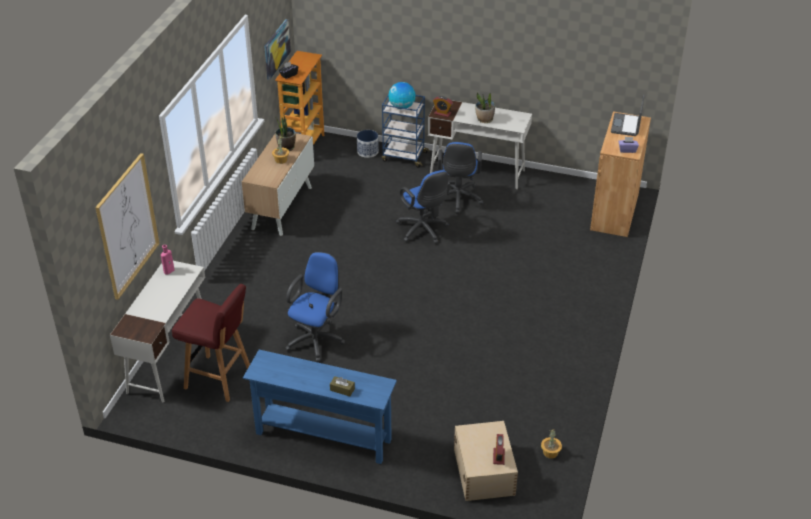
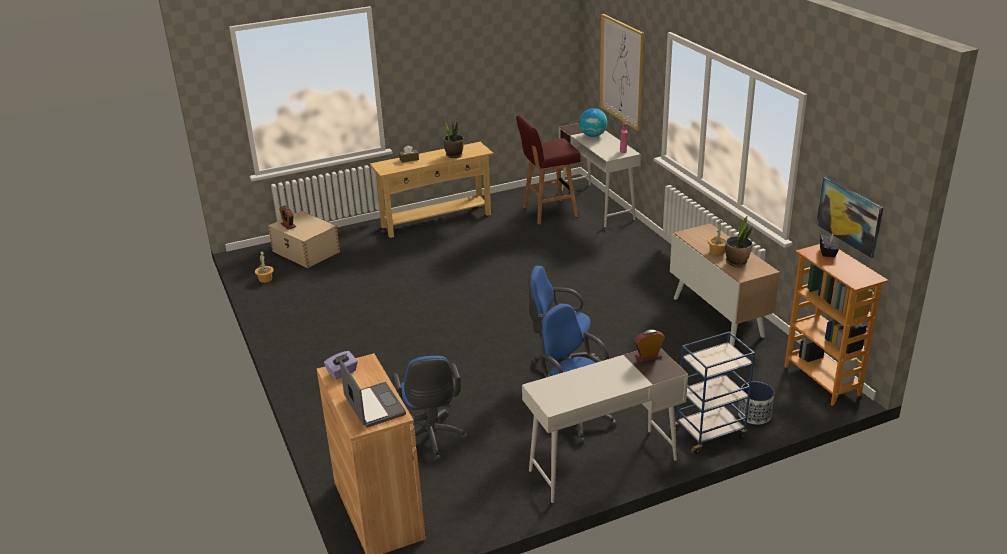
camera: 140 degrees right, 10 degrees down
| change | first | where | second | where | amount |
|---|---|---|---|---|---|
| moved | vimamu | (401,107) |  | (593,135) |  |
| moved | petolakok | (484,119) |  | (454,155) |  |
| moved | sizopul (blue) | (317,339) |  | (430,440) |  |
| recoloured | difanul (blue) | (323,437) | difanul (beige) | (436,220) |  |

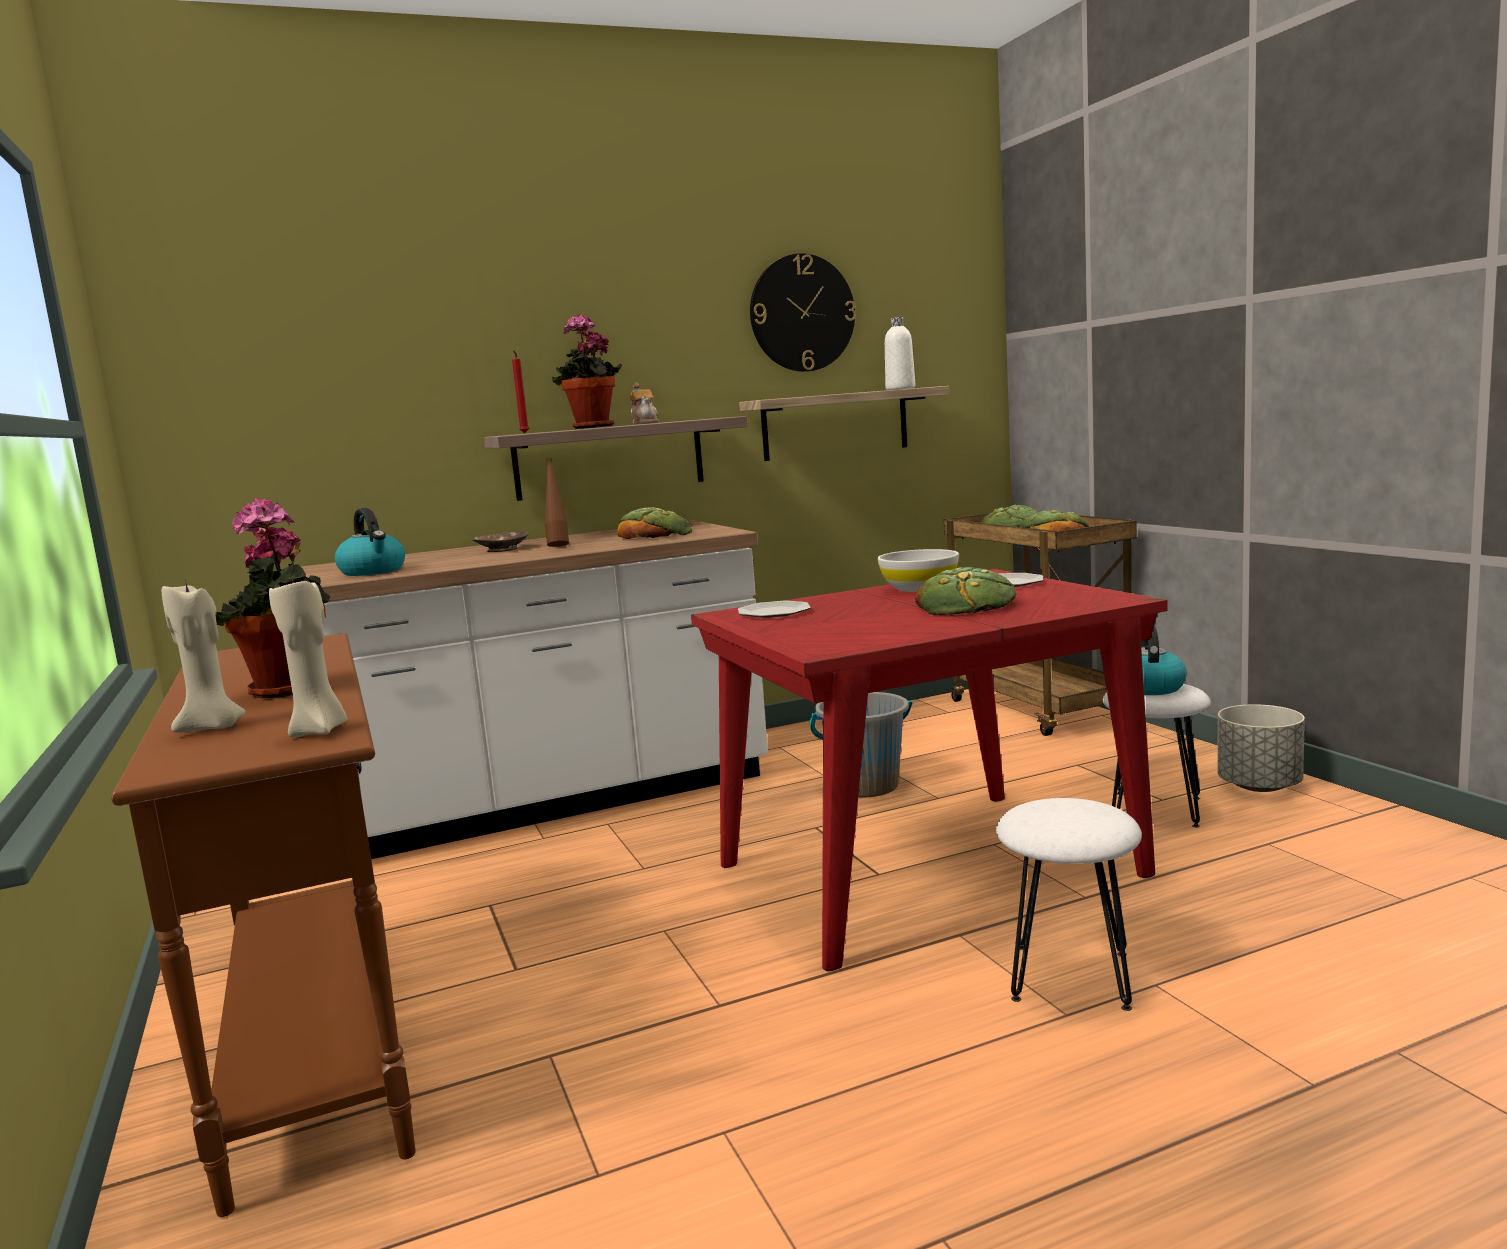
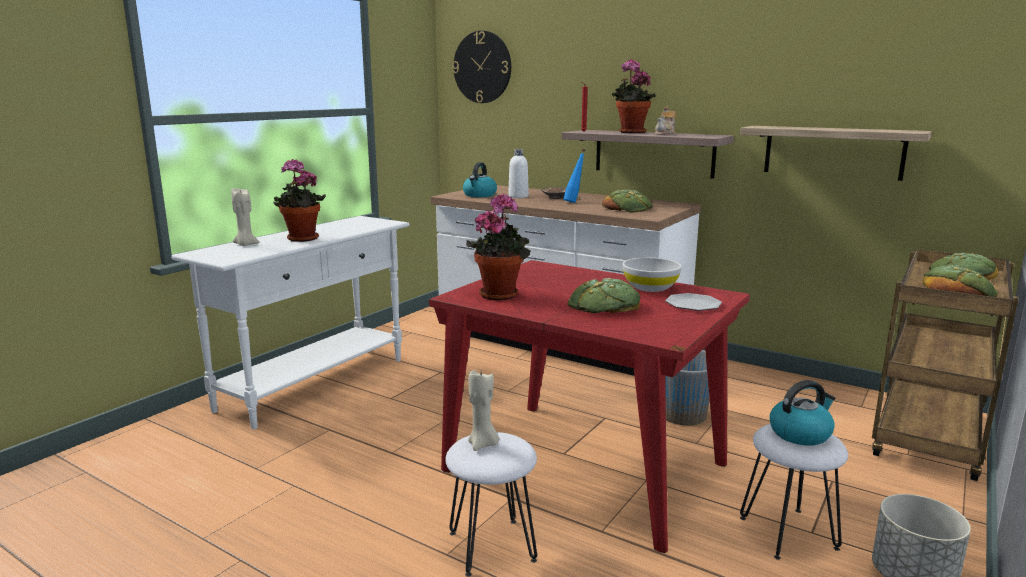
camera: 55 degrees right, 5 degrees up
| change | first | where | second | where | amount |
|---|---|---|---|---|---|
| moved | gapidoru | (802,313) |  | (482,67) |  |
| moved | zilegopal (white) | (900,389) |  | (518,196) |  |
| recoloured | zilegopal (brown) | (558,546) | zilegopal (blue) | (574,202) |  |
| moved | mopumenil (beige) | (320,731) |  | (483,444) |  |
| removed | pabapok | (774,612) |  |  |  |
| recoloured | difanul (brown) | (318,1041) | difanul (white) | (315,384) |  |
| added |  |  | petolakok | (500,294) |  |

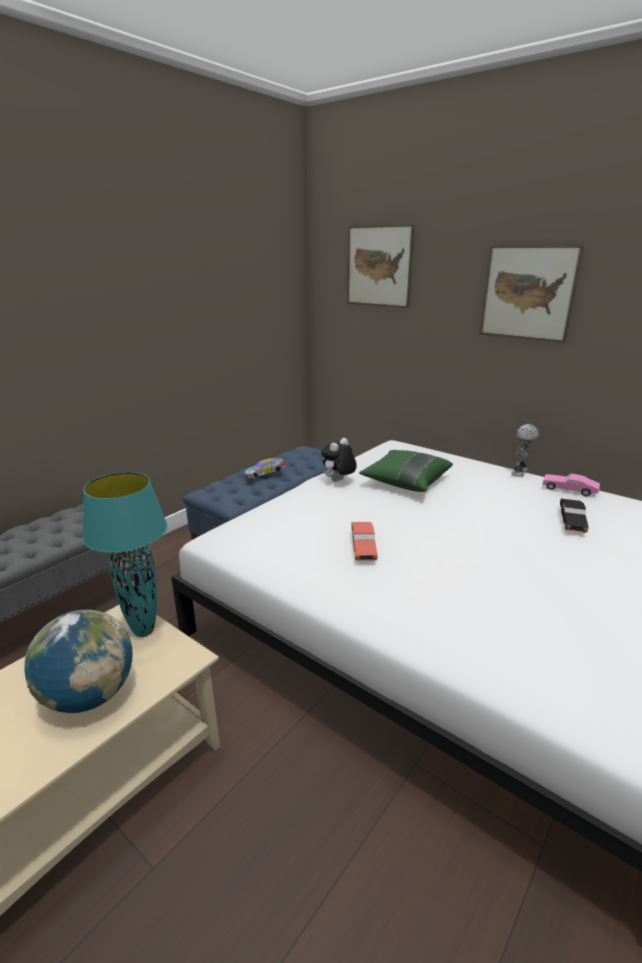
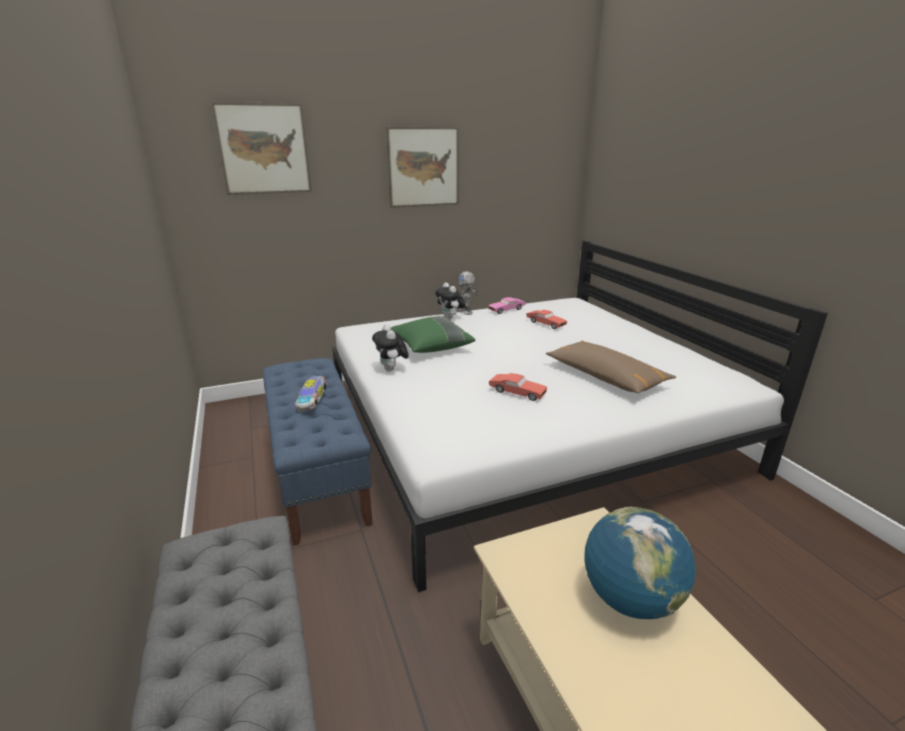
camera: 60 degrees left, 0 degrees up
| change | first | where | second | where | amount |
|---|---|---|---|---|---|
| removed | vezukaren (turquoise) | (143,631) |  |  |  |
| recoloured | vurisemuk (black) | (571,521) | vurisemuk (red) | (545,324) |  |
| added |  |  | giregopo | (450,318) |  |
| added |  |  | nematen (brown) | (605,376) |  |

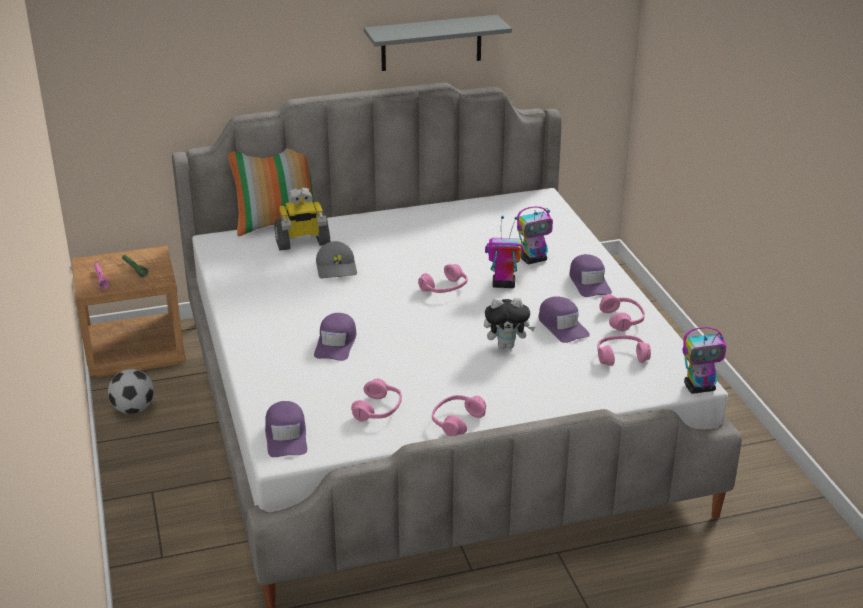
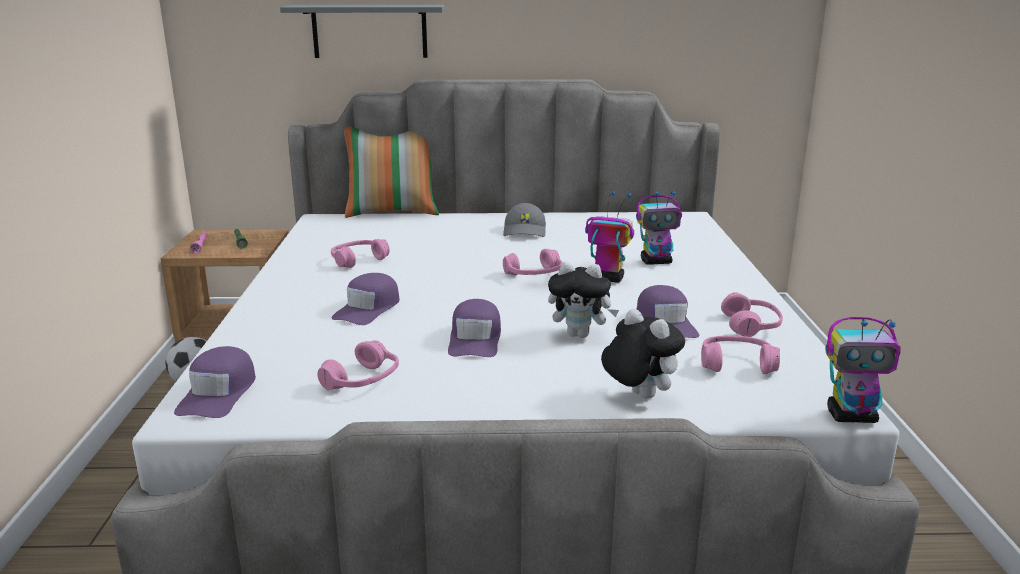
camera: 15 degrees right, 10 degrees down
| change | first | where | second | where | amount |
|---|---|---|---|---|---|
| moved | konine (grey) | (431,43) |  | (369,31) |  |
| removed | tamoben | (302,242) |  |  |  |
| moved | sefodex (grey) | (337,268) |  | (525,231) |  |
| moved | sefodex (purple) | (589,282) |  | (475,339) |  |
| moved | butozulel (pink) | (456,421) |  | (358,260) |  |
| added |  |  | giregopo | (638,395) |  |

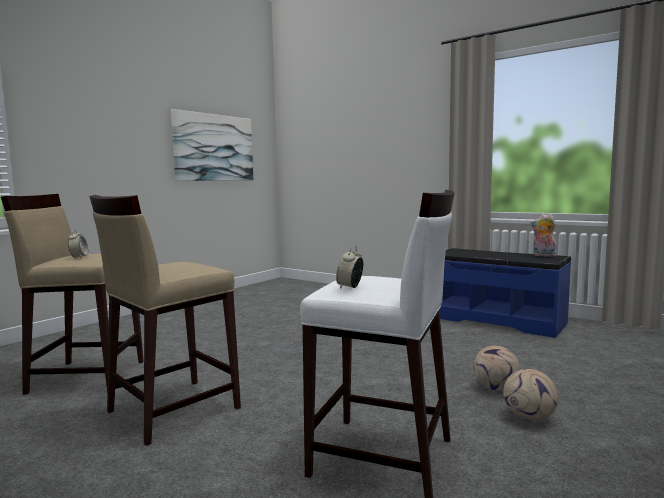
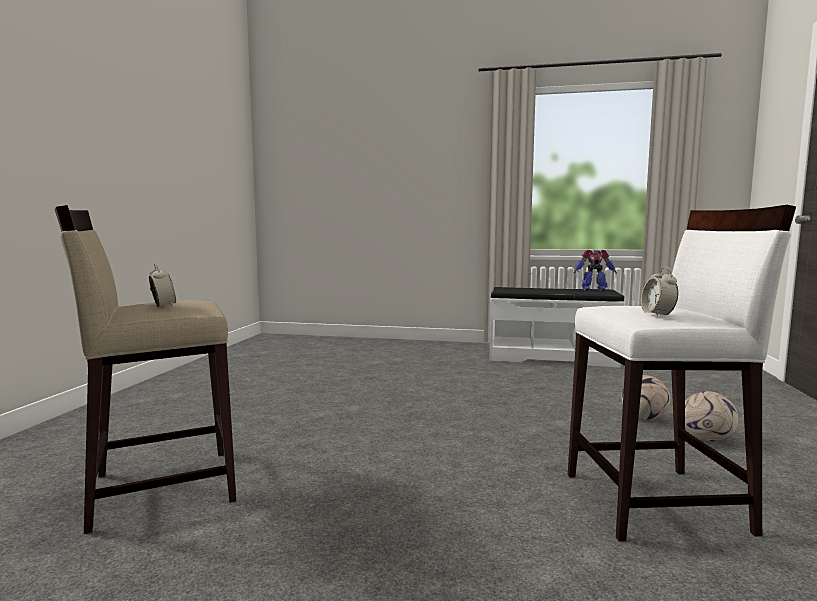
camera: 25 degrees left, 0 degrees up
| change | first | where | second | where | amount |
|---|---|---|---|---|---|
| removed | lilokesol | (214,147) |  |  |  |
| removed | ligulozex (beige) | (172,409) |  |  |  |
| replaced | giregopo | (543,255) | tamoben | (593,289) |  |
| recoloured | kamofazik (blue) | (497,320) | kamofazik (white) | (551,357) |  |

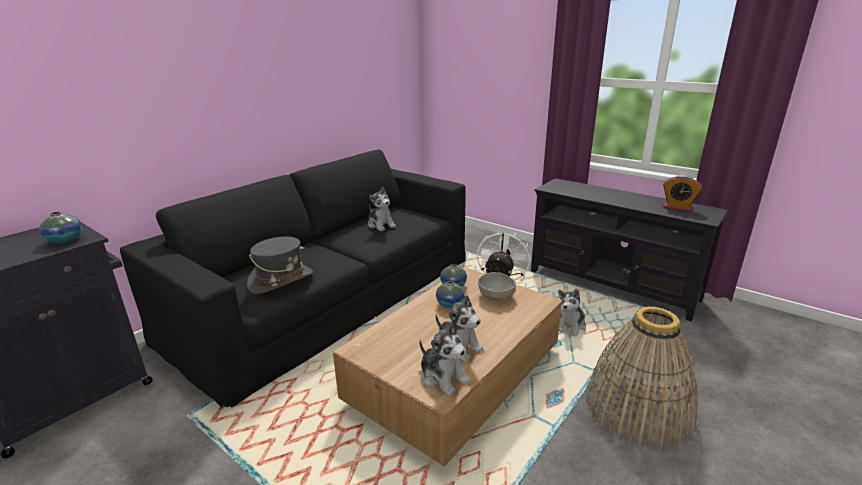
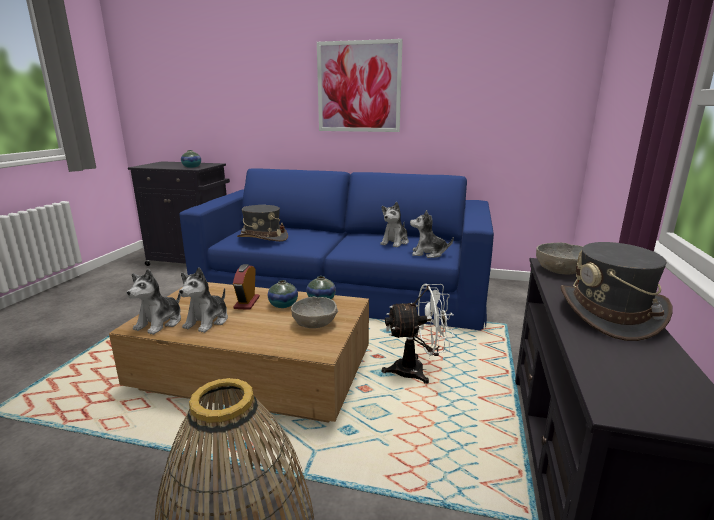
camera: 65 degrees right, 5 degrees down
| change | first | where | second | where | amount |
|---|---|---|---|---|---|
| recoloured | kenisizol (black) | (329,295) | kenisizol (blue) | (343,287) |  |
| moved | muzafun | (677,208) |  | (247,302) |  |
| moved | giregopo | (570,326) |  | (428,253) |  |
| added |  |  | lilokesol | (358,87) |  |
| added |  |  | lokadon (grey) | (560,271) |  |
| added |  |  | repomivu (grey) | (610,314) |  |

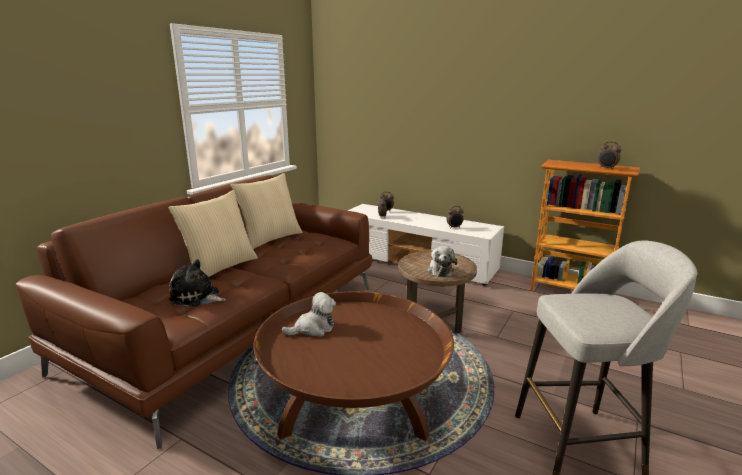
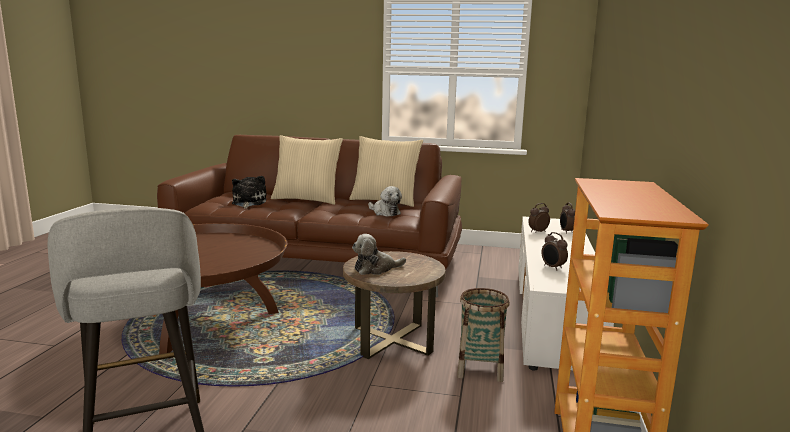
camera: 70 degrees right, 5 degrees down
| change | first | where | second | where | amount |
|---|---|---|---|---|---|
| removed | muzafun | (607,168) |  |  |  |
| moved | giregopo | (313,328) |  | (384,212) |  |
| added |  |  | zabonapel | (480,368) |  |

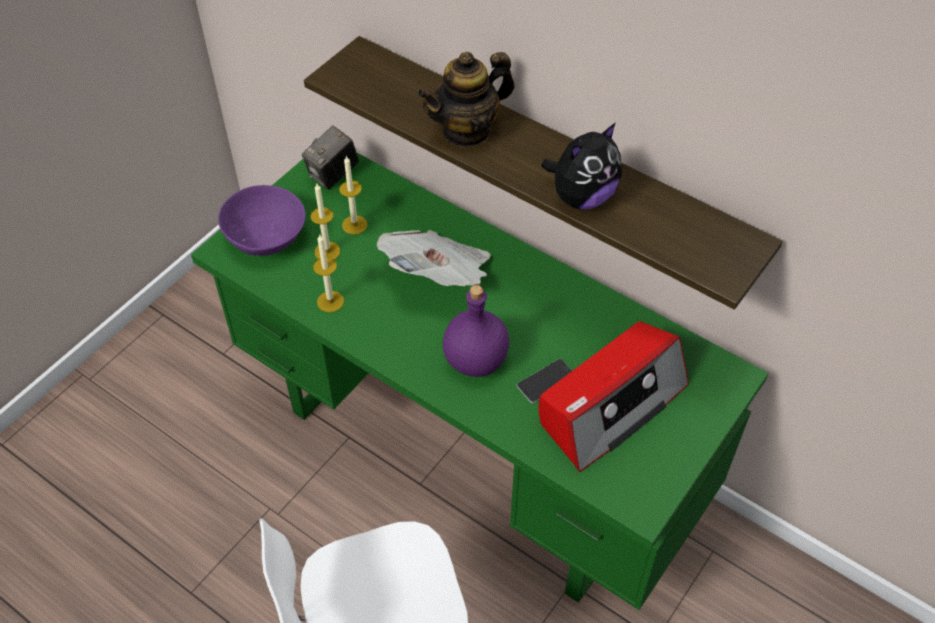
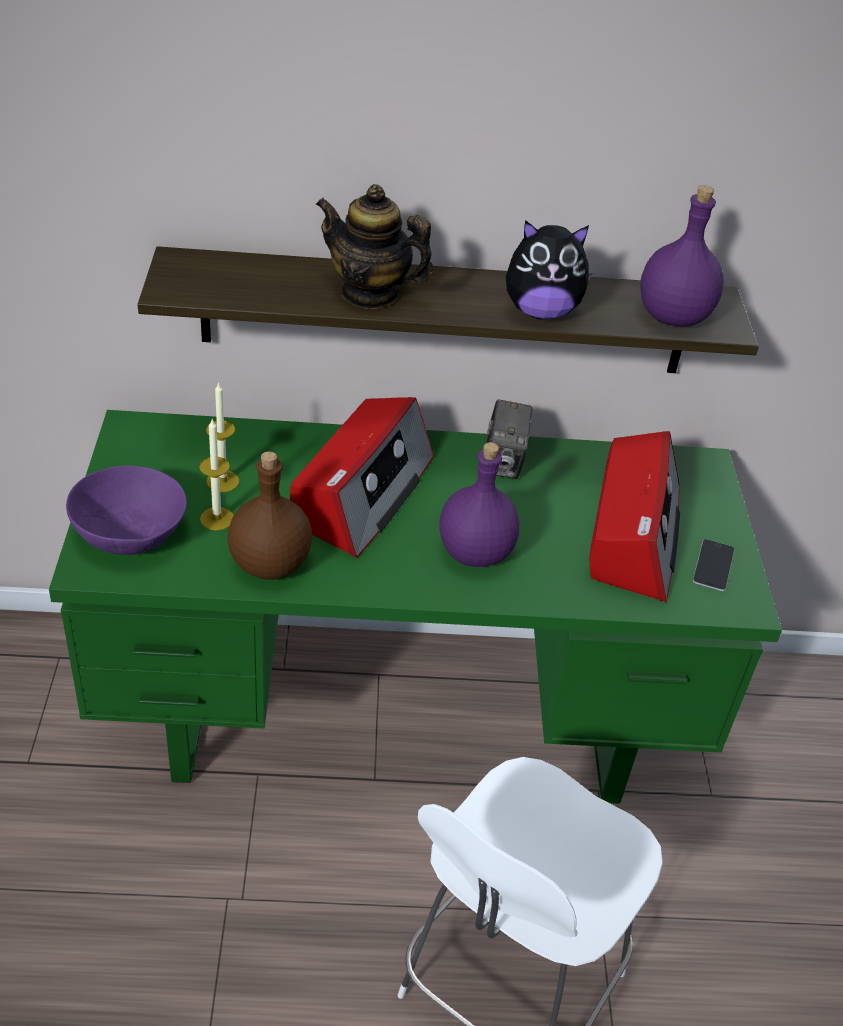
camera: 40 degrees left, 10 degrees down
| change | first | where | second | where | amount |
|---|---|---|---|---|---|
| turned | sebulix | (467,131) |  | (370,293) | 90 degrees clockwise |
| turned | giregopo | (582,197) |  | (541,311) | 75 degrees clockwise |
| moved | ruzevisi | (333,175) |  | (503,463) |  |
| replaced | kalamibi | (439,276) | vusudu | (362,492) |  |
| replaced | mopumenil | (330,301) | zilegopal (brown) | (268,565) |  |
| moved | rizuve | (546,381) |  | (713,565) |  |
| added |  |  | zilegopal (purple) | (672,317) |  |

